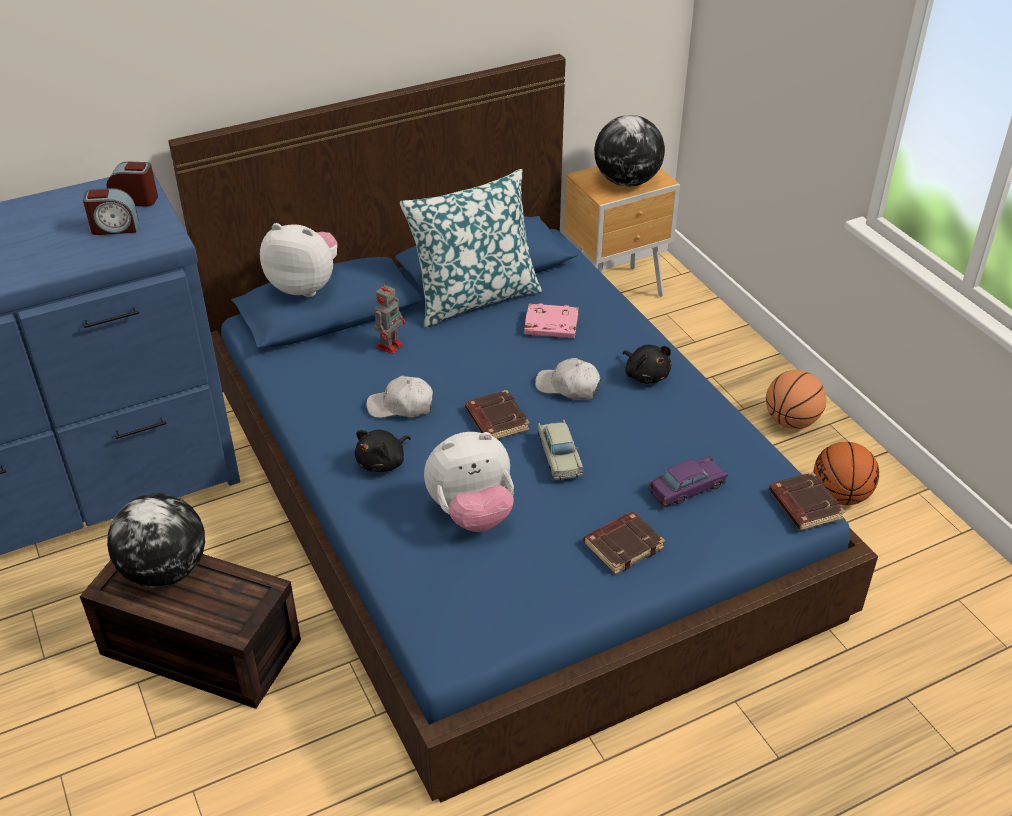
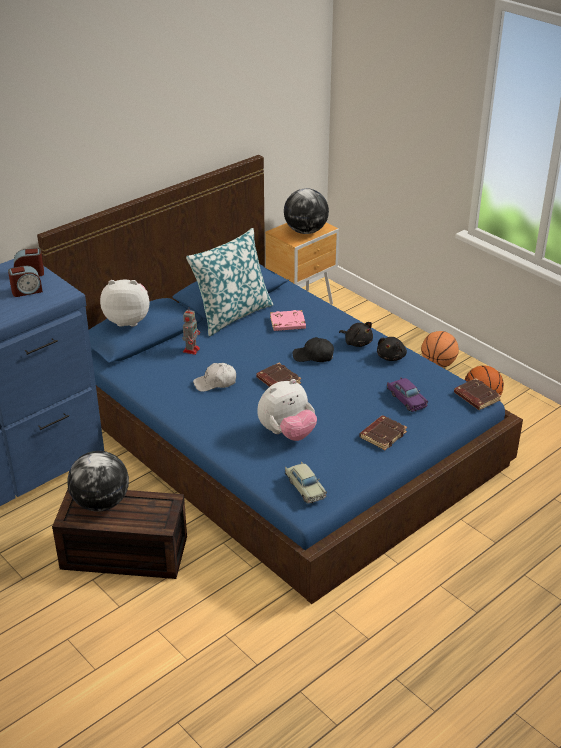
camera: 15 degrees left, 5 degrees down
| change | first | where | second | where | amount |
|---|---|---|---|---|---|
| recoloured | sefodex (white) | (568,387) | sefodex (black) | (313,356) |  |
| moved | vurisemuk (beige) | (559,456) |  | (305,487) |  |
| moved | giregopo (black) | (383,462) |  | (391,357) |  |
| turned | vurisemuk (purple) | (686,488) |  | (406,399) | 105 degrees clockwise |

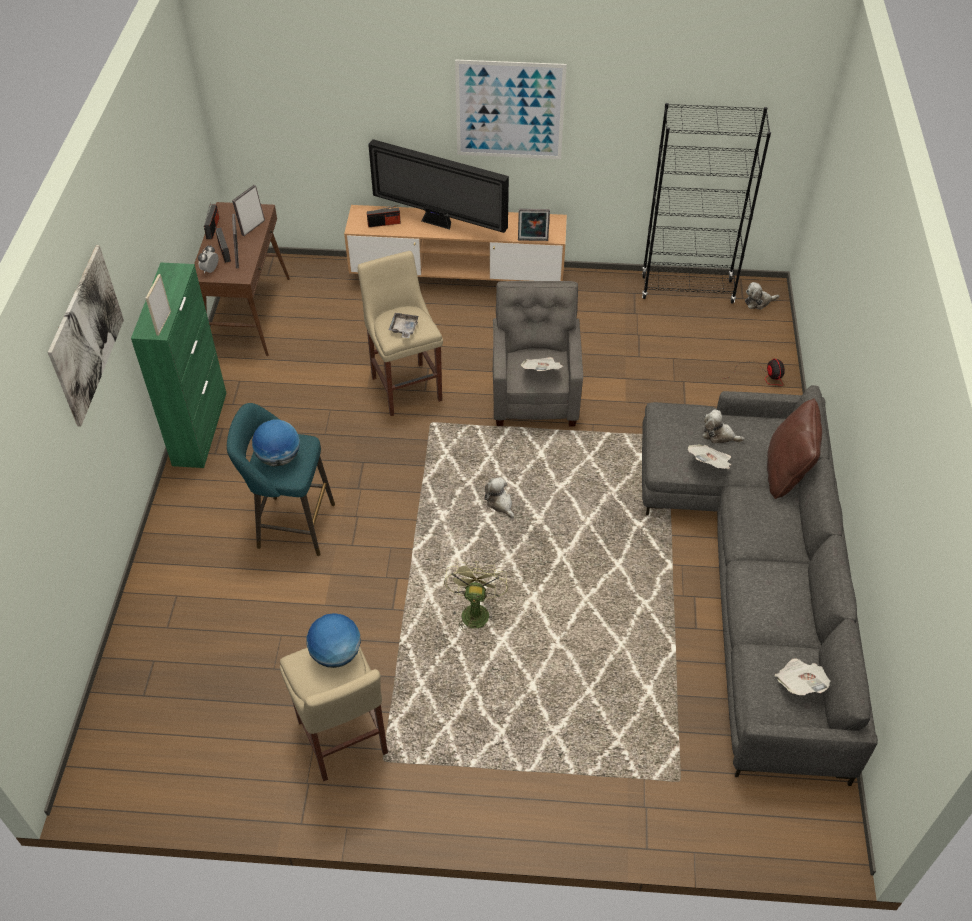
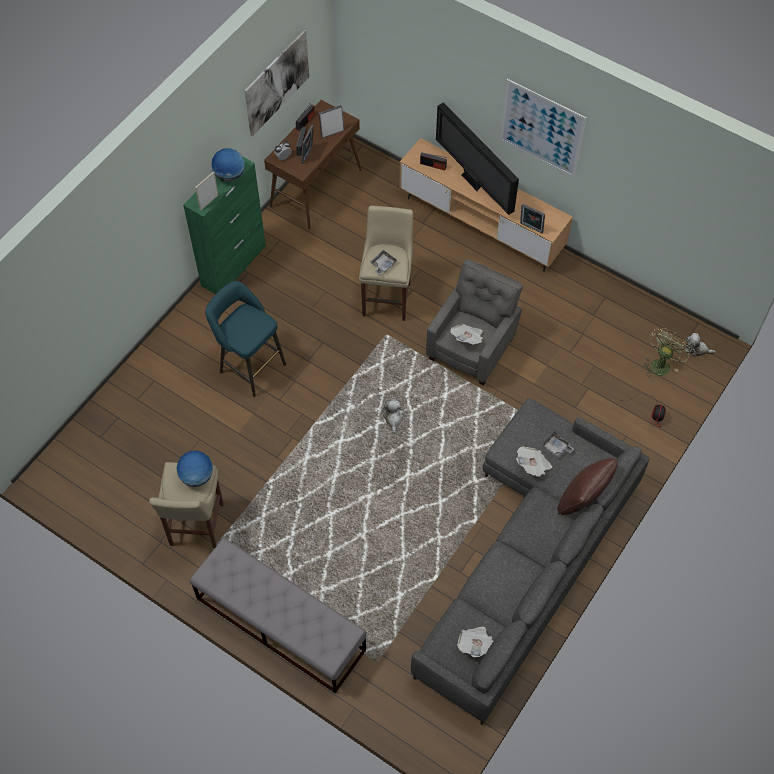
camera: 30 degrees right, 10 degrees up
| change | first | where | second | where | amount |
|---|---|---|---|---|---|
| removed | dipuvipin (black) | (687,289) |  |  |  |
| moved | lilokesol | (86,334) |  | (277,82) |  |
| replaced | giregopo | (719,435) | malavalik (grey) | (556,448) |  |
| moved | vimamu | (279,458) |  | (229,175) |  |
| moved | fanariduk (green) | (474,610) |  | (661,363) |  |
| added |  |  | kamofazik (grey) | (280,624) |  |

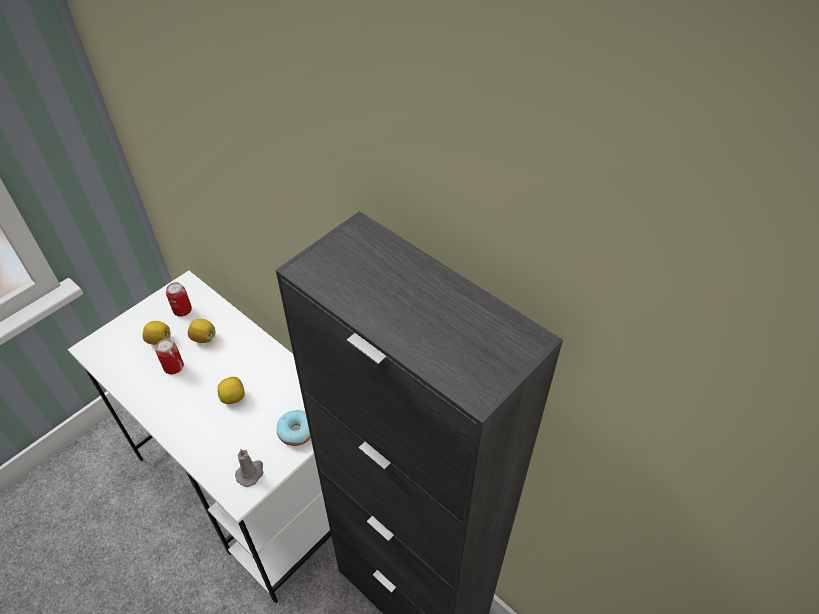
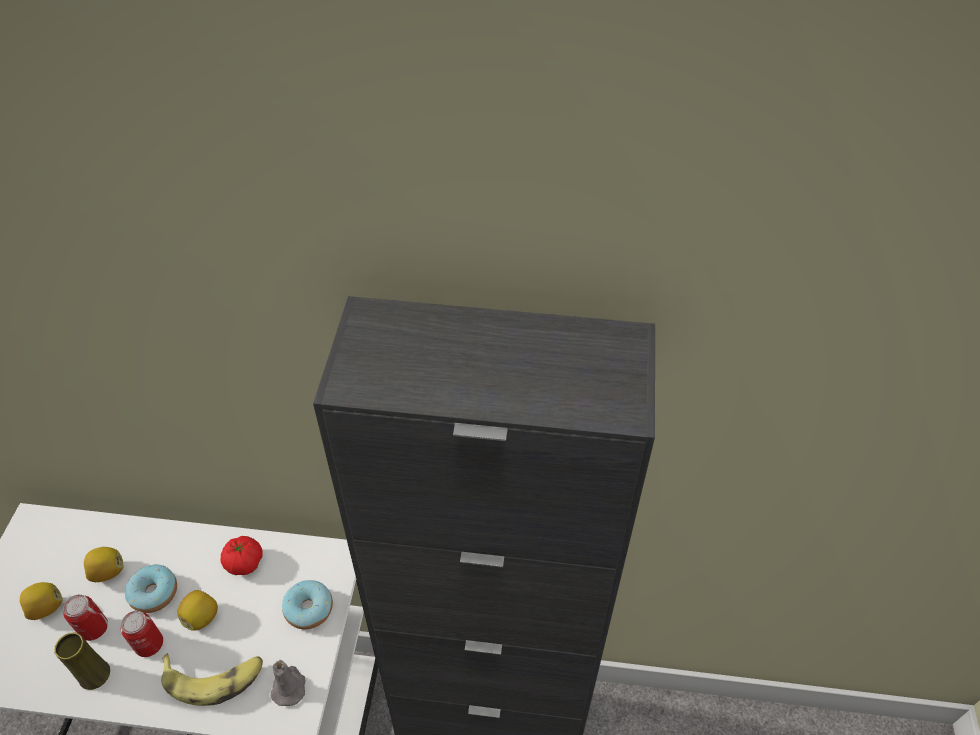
camera: 35 degrees left, 0 degrees up
| change | first | where | second | where | amount |
|---|---|---|---|---|---|
| moved | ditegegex | (182,310) |  | (149,644) |  |
| added |  |  | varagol | (244,562) |  |
| added |  |  | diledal | (154,593) |  |
| added |  |  | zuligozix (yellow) | (94,675) |  |
| added |  |  | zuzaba | (215,678) |  |

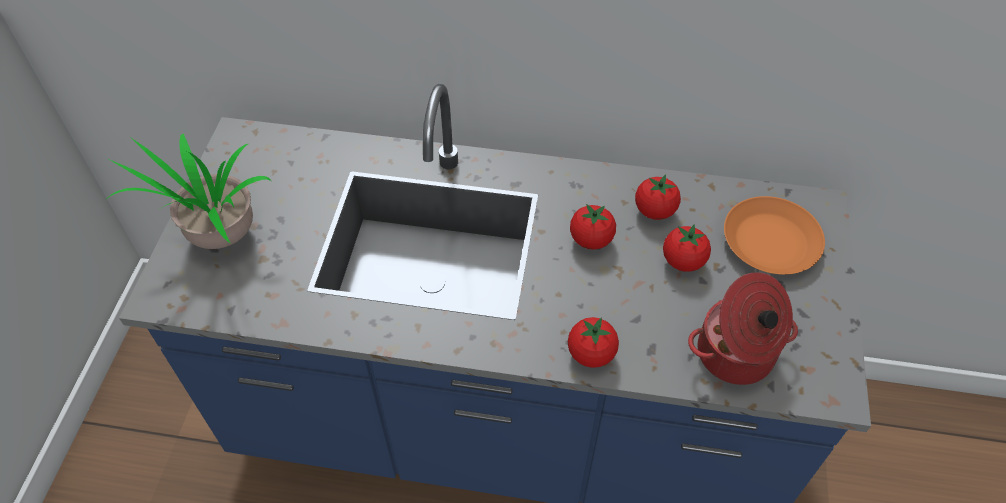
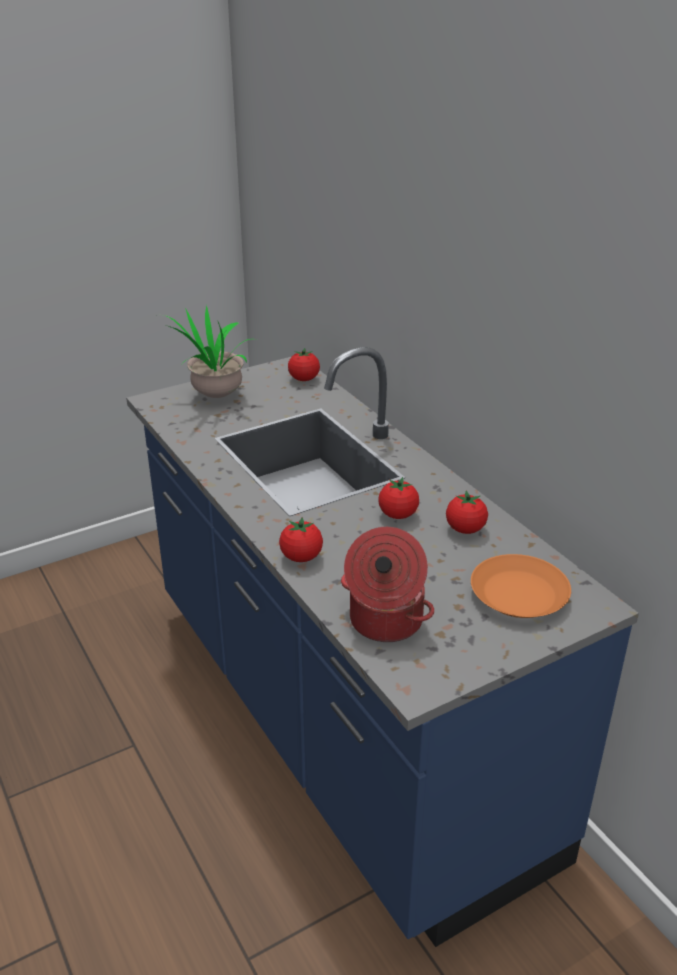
camera: 50 degrees right, 20 degrees down
| change | first | where | second | where | amount |
|---|---|---|---|---|---|
| moved | varagol | (683,261) |  | (304,379) |  |

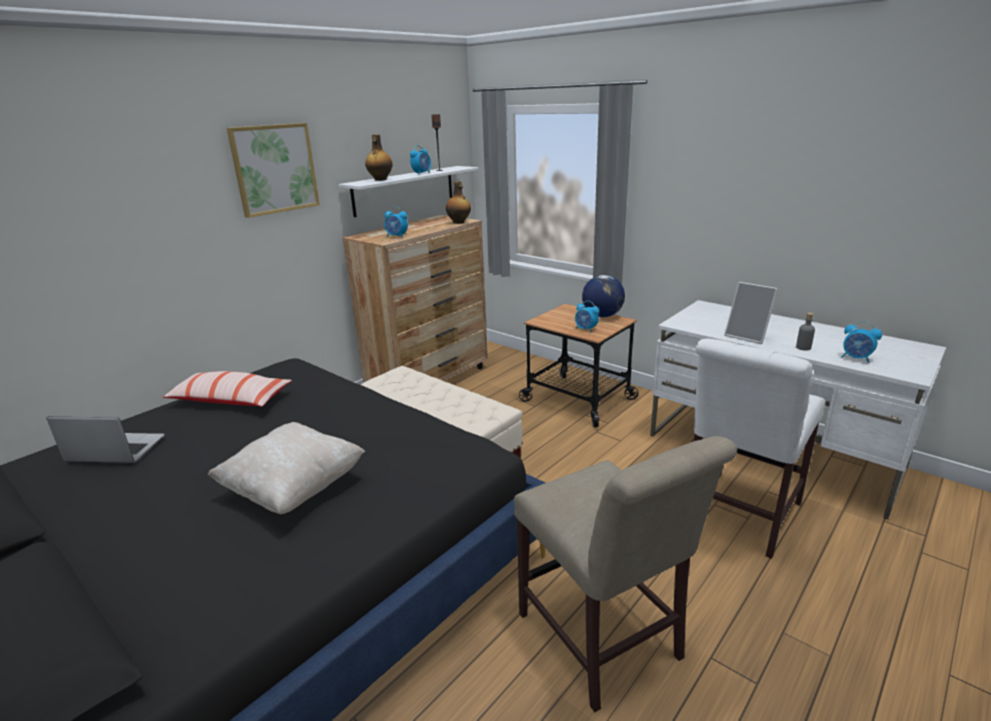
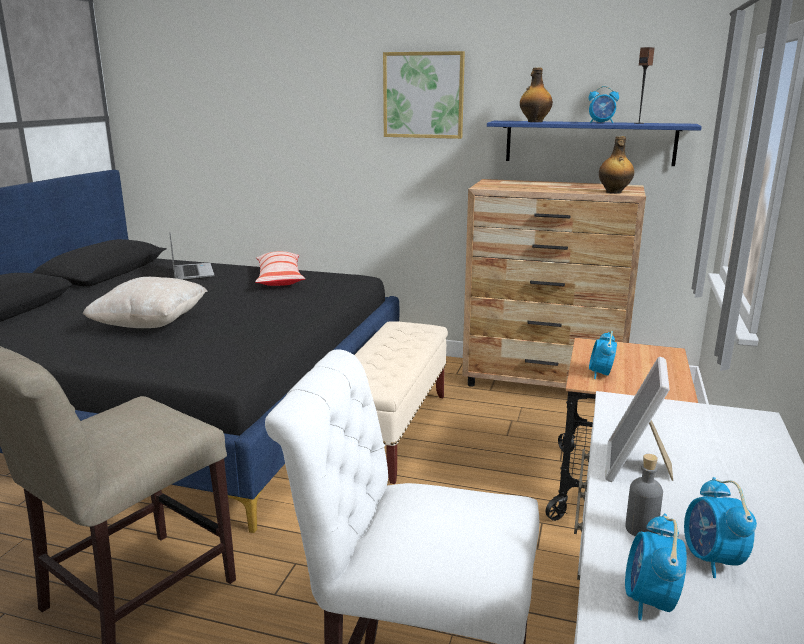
camera: 65 degrees right, 5 degrees down
| change | first | where | second | where | amount |
|---|---|---|---|---|---|
| recoloured | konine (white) | (404,190) | konine (blue) | (589,142) |  |
| moved | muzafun | (397,236) |  | (711,560) |  |
| removed | vimamu | (602,315) |  |  |  |

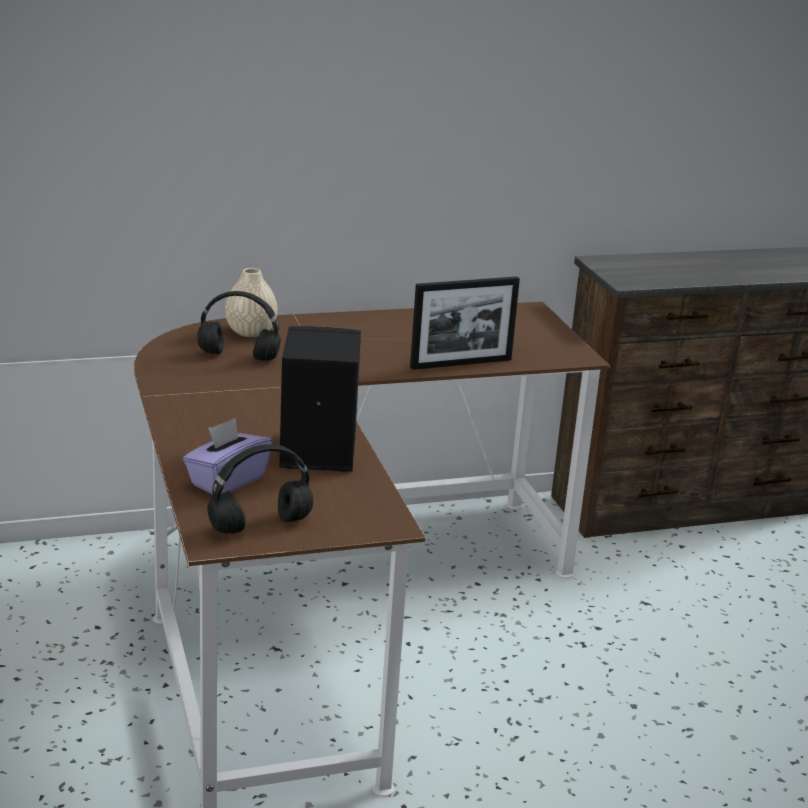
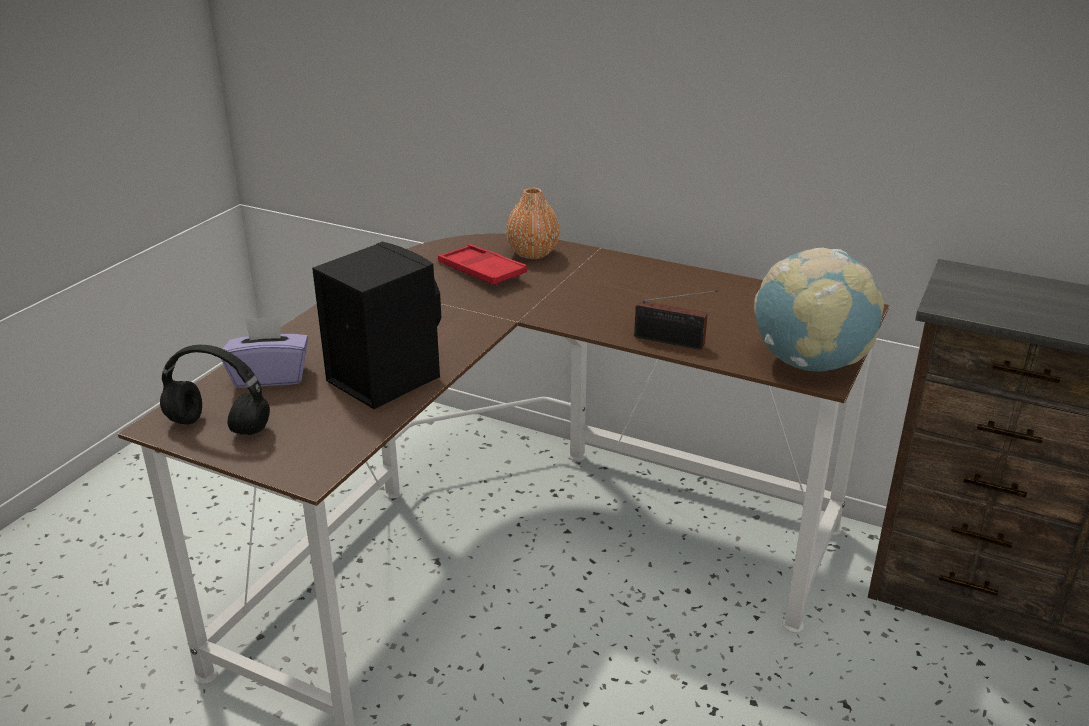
camera: 45 degrees right, 5 degrees up
| change | first | where | second | where | amount |
|---|---|---|---|---|---|
| recoloured | zuligozix (beige) | (250,332) | zuligozix (orange) | (533,253) |  |
| replaced | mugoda | (461,363) | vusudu | (673,342) |  |
| replaced | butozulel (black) | (237,356) | malavalik (red) | (481,271) |  |
| added |  |  | vimamu | (809,364) |  |

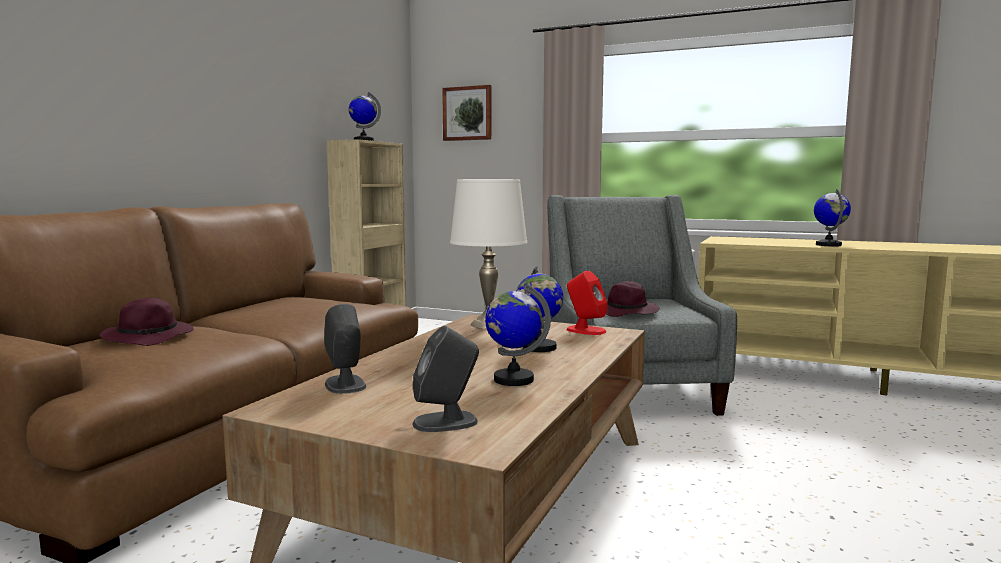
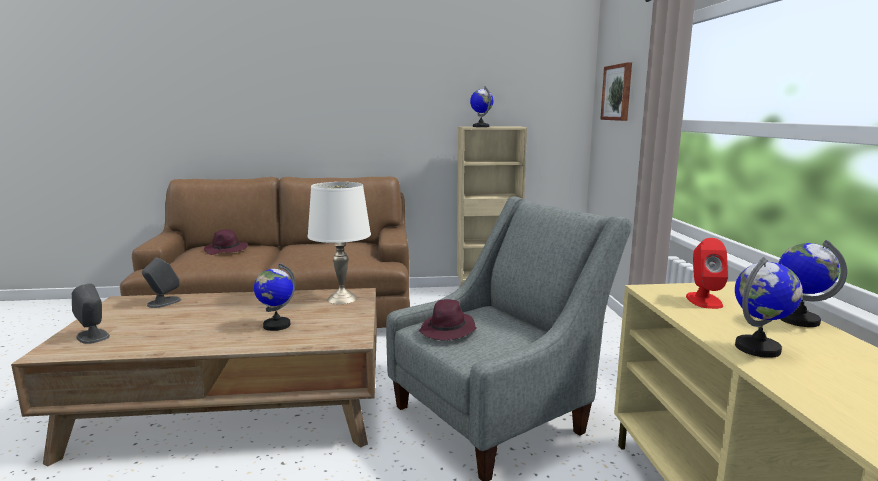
camera: 60 degrees right, 5 degrees up
| change | first | where | second | where | amount |
|---|---|---|---|---|---|
| moved | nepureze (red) | (585,330) |  | (703,300) |  |
| moved | vimamu | (513,379) |  | (798,320) |  |

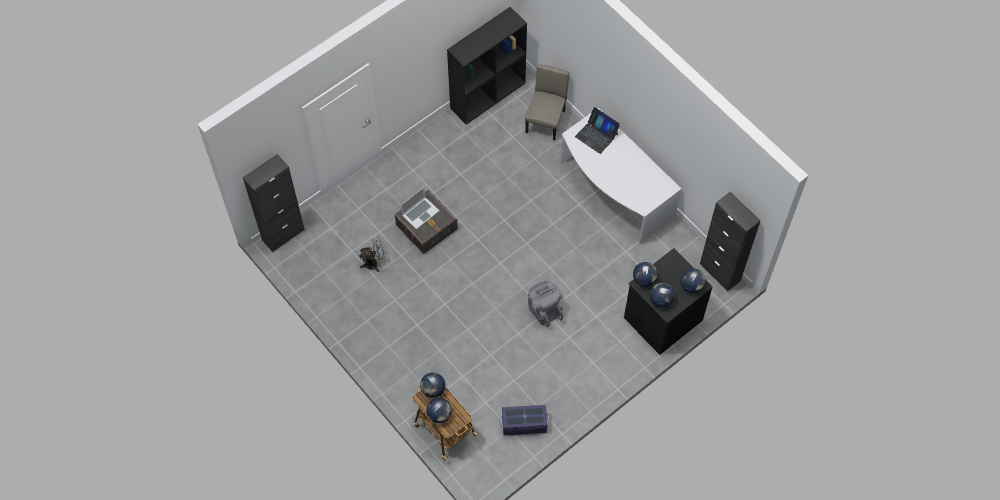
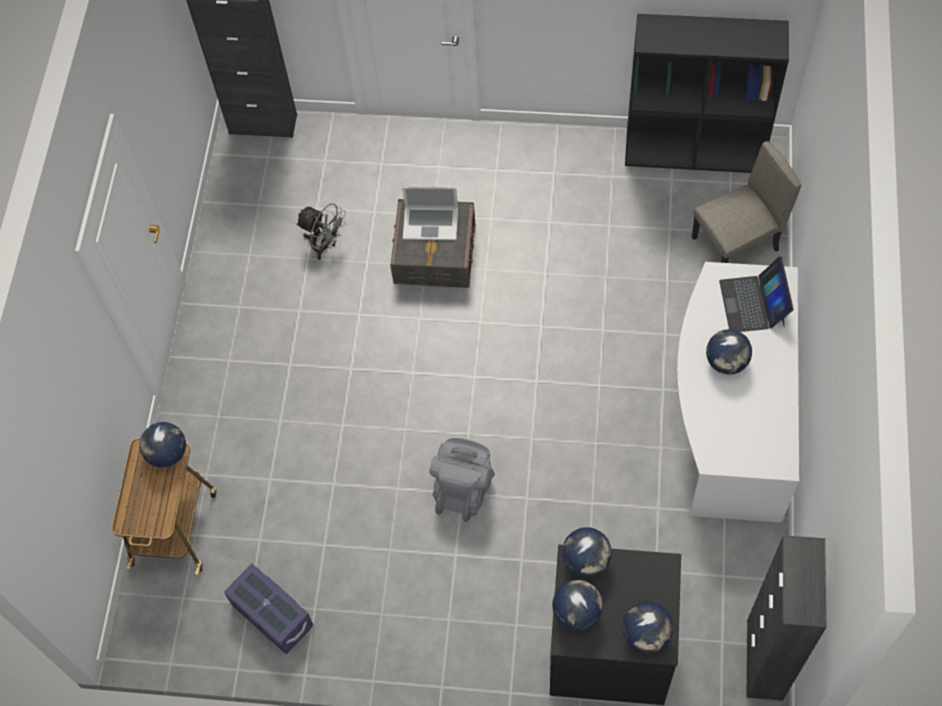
camera: 50 degrees right, 0 degrees up
| change | first | where | second | where | amount |
|---|---|---|---|---|---|
| moved | vimamu | (439,415) |  | (726,362) |  |

